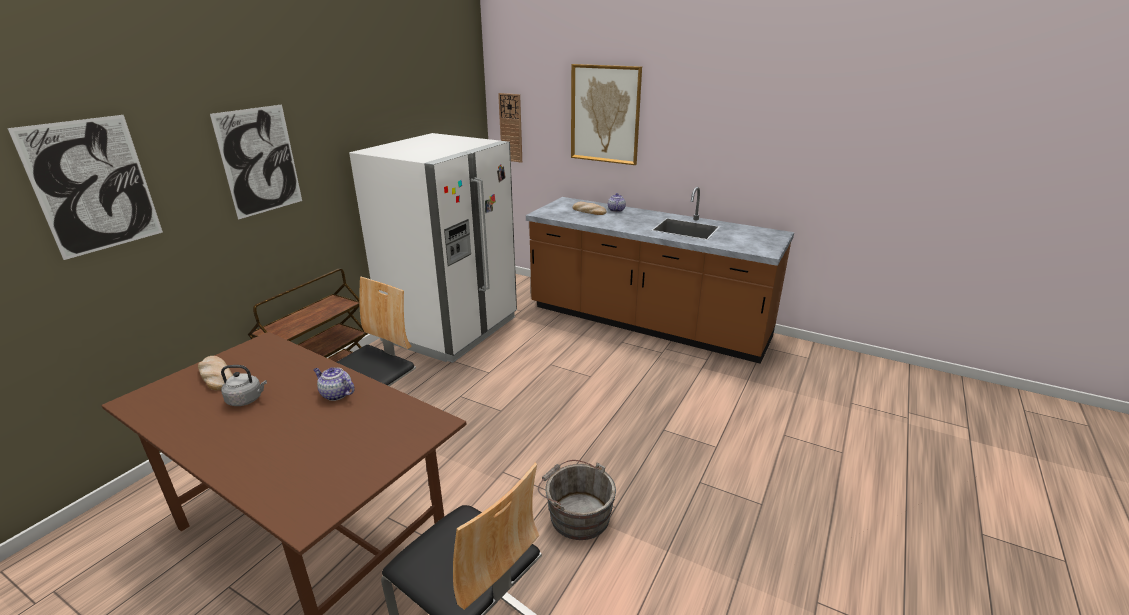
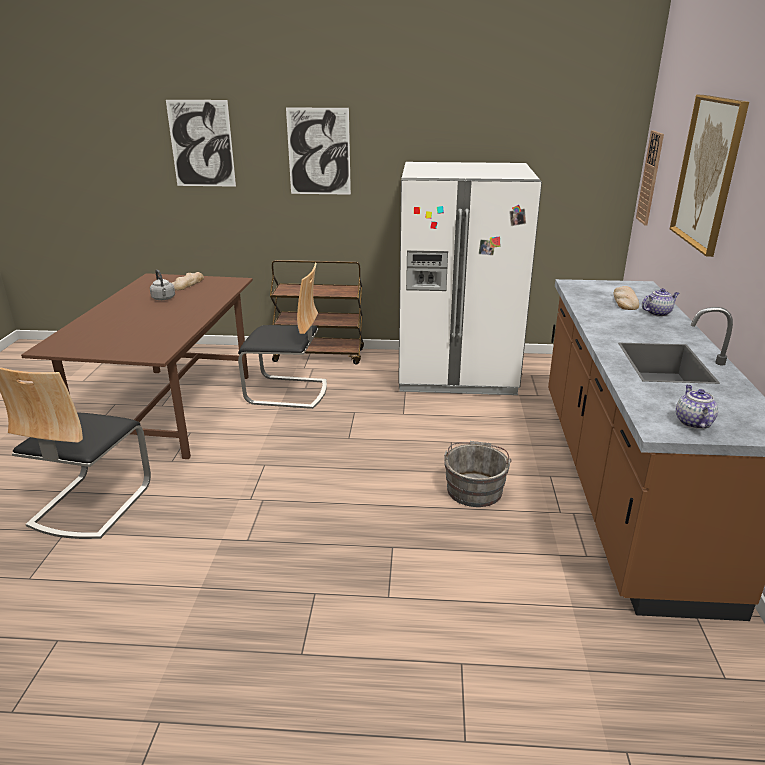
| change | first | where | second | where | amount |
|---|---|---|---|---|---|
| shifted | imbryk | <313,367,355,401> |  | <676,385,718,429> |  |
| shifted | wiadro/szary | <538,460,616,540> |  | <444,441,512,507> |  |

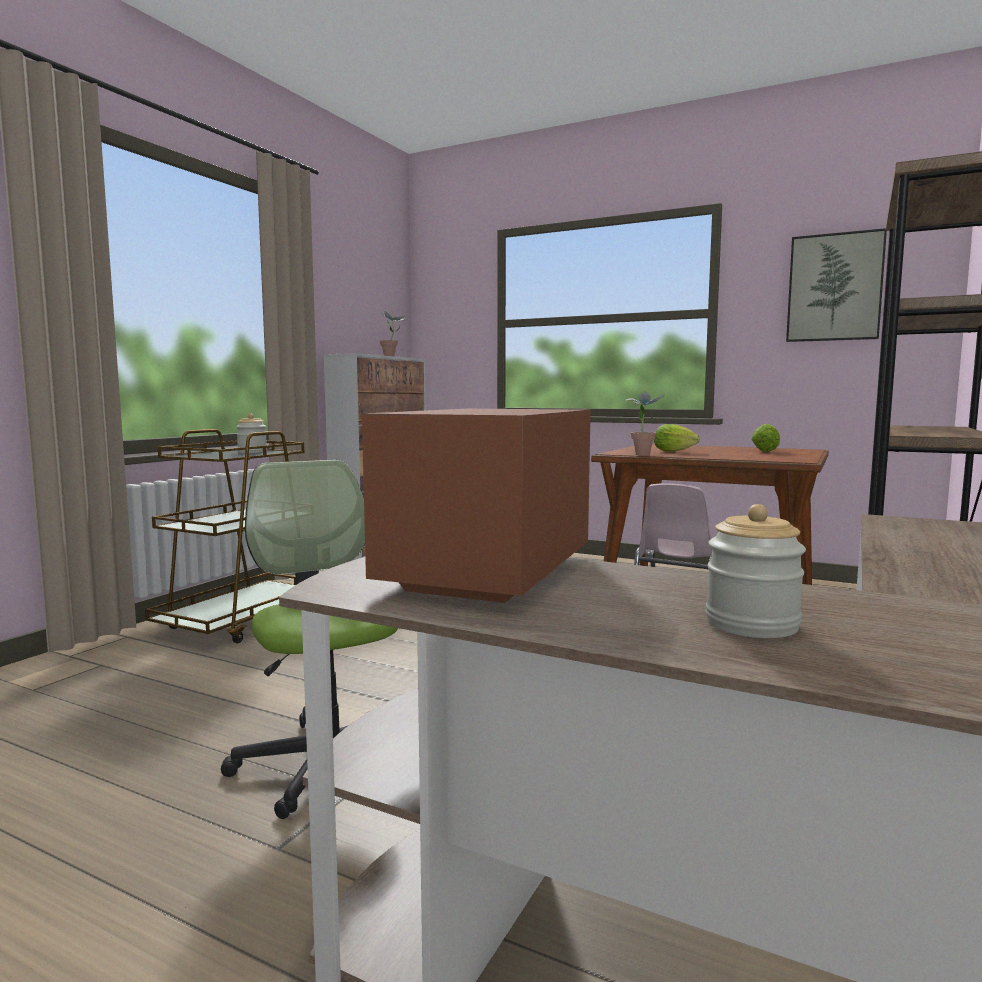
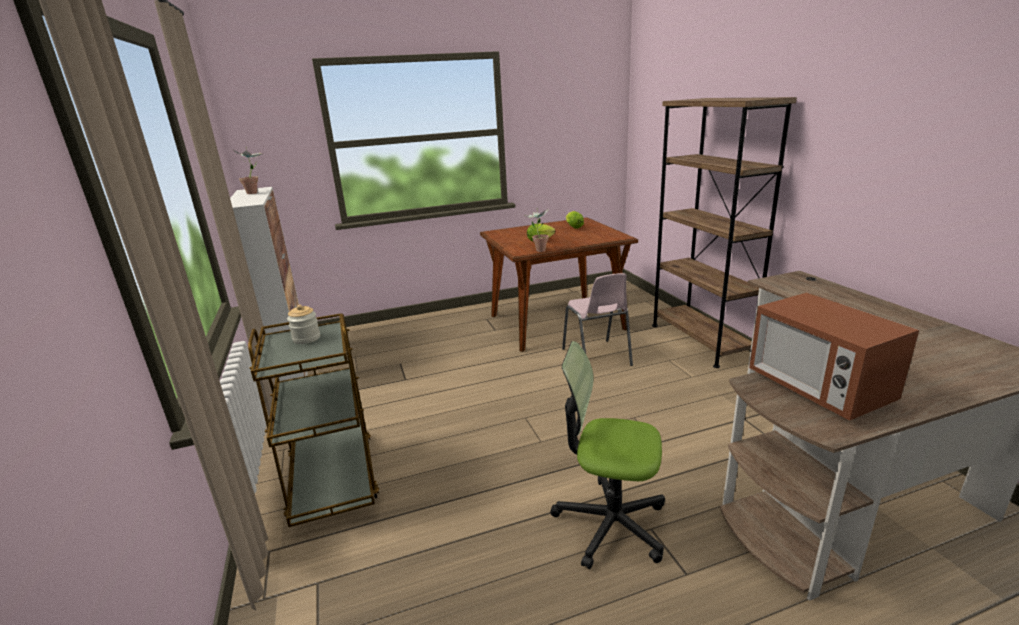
| change | first | where | second | where | amount |
|---|---|---|---|---|---|
| gone | słoik | <706,504,806,638> |  |  |  |
| gone | obraz | <786,228,887,342> |  |  |  |

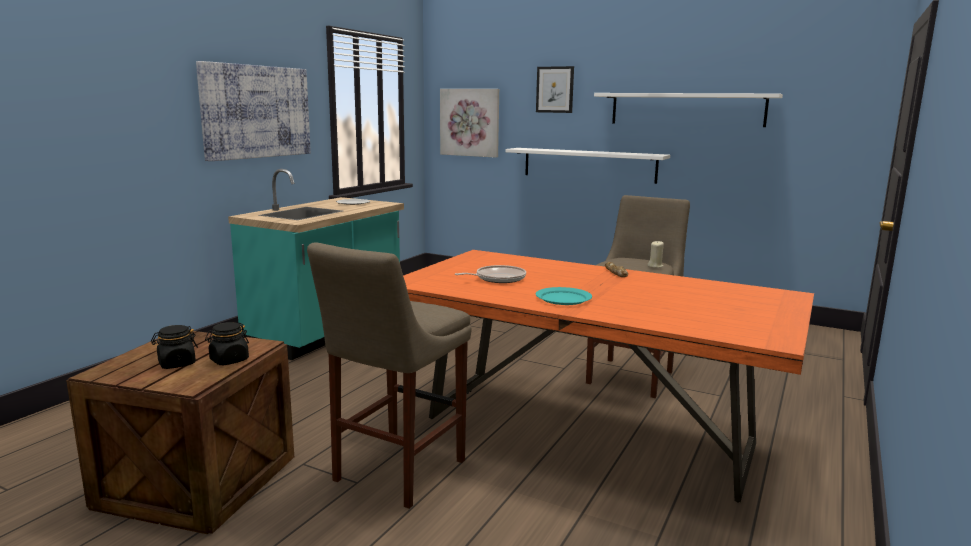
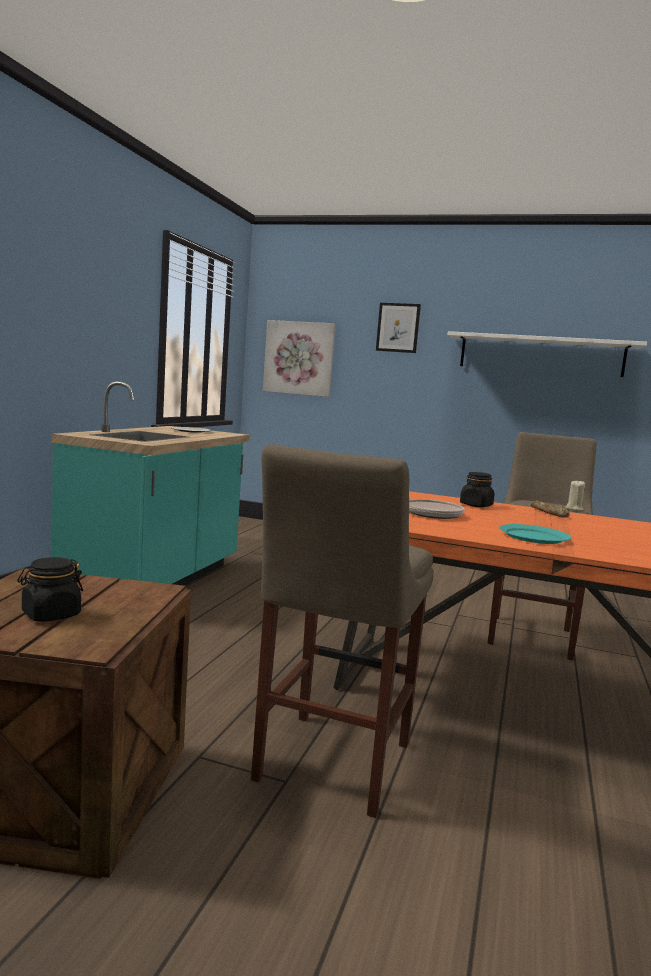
| change | first | where | second | where | amount |
|---|---|---|---|---|---|
| gone | obraz | <196,61,311,161> |  |  |  |
| gone | półka/biały | <505,148,670,184> |  |  |  |
| shifted | słoik/czarny | <205,322,249,365> |  | <460,472,494,507> |  |

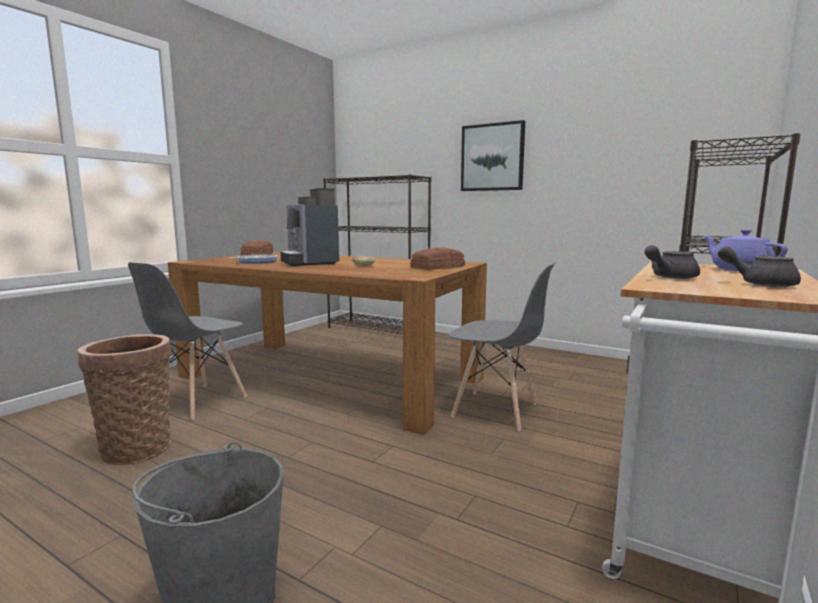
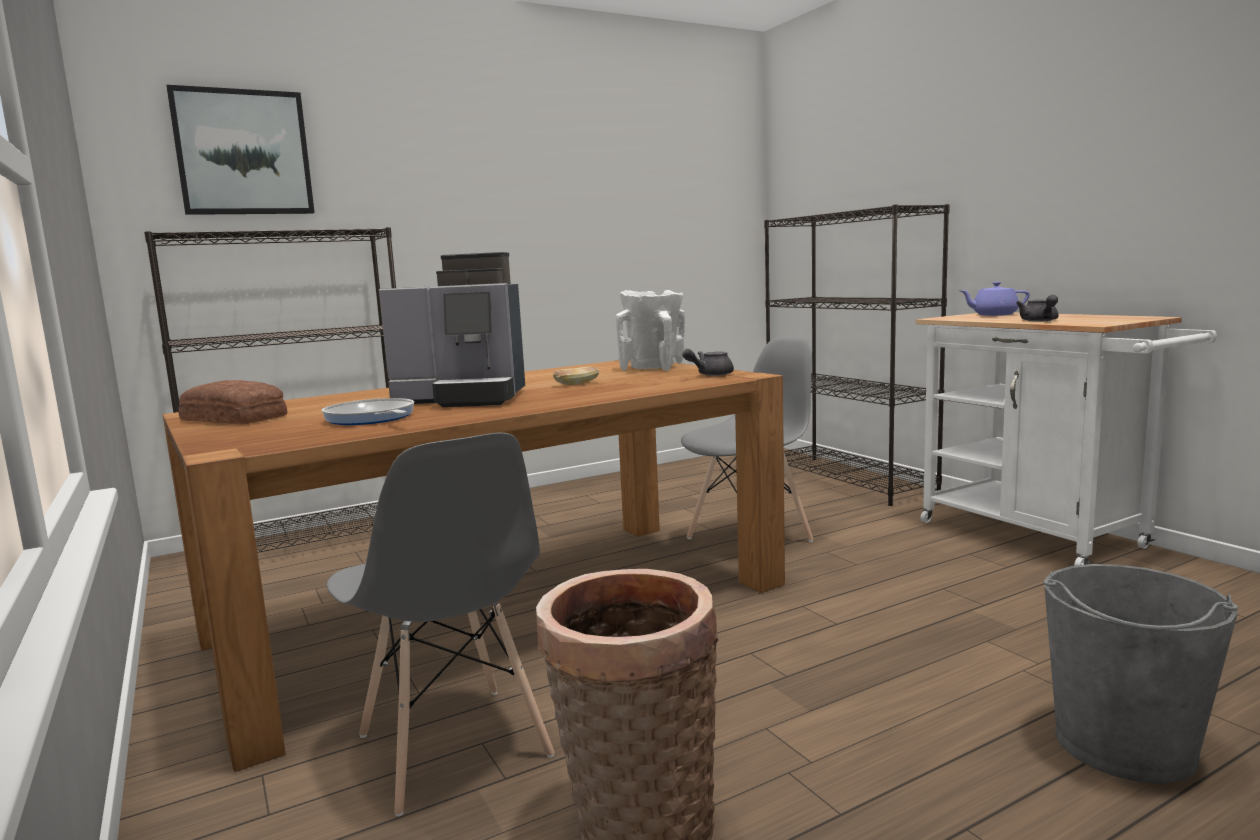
| change | first | where | second | where | amount |
|---|---|---|---|---|---|
| shifted | obraz | <461,120,525,191> |  | <167,85,315,215> |  |
| shifted | imbryk/szary | <718,246,801,287> |  | <682,349,734,376> |  |
| swapped | chleb | <410,247,465,270> | wazon/biały | <616,290,685,371> |  |

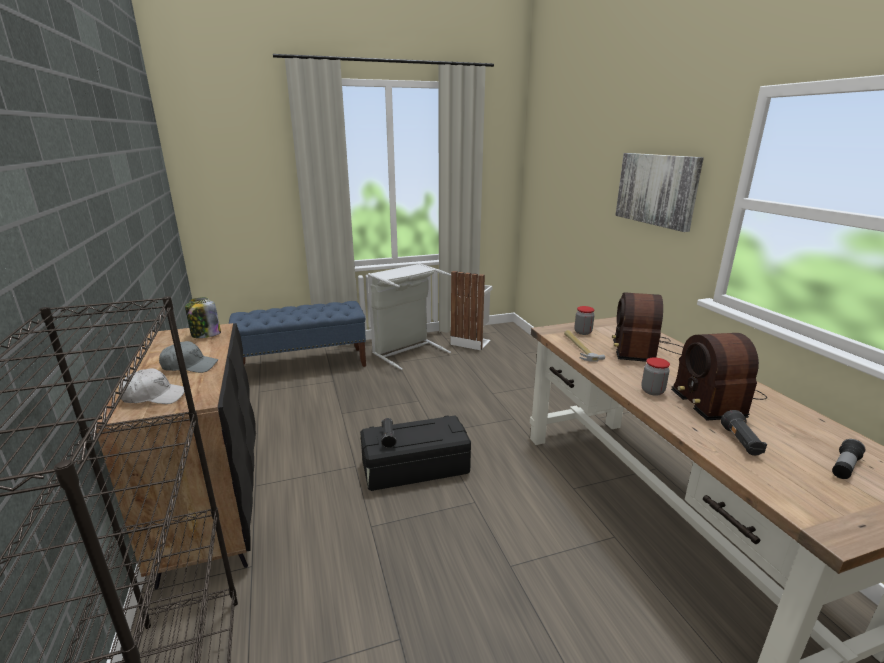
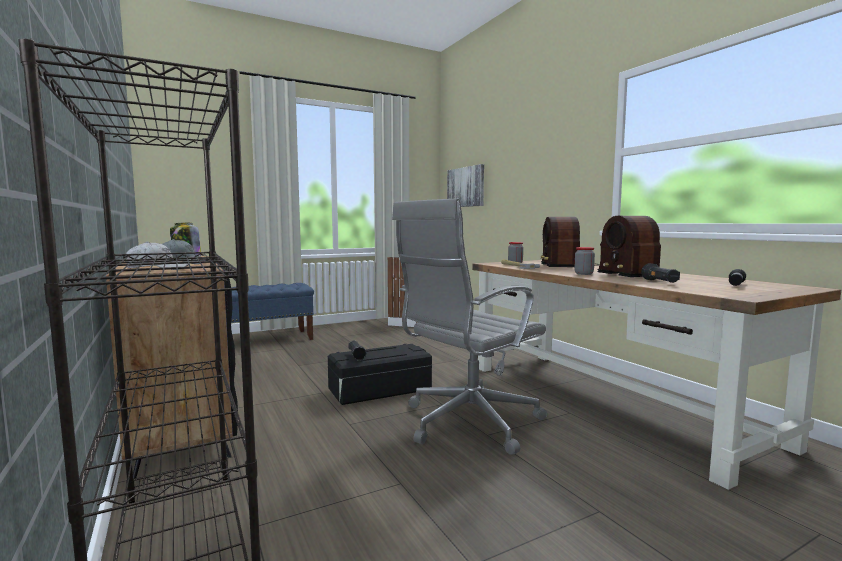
| change | first | where | second | where | amount |
|---|---|---|---|---|---|
| gone | kosz na pranie/szary | <368,263,451,370> |  |  |  |
| new |  |  | krzesło biurowe/szary | <392,198,547,455> |  |
| shifted | obraz | <615,153,704,232> |  | <447,164,484,207> |  |

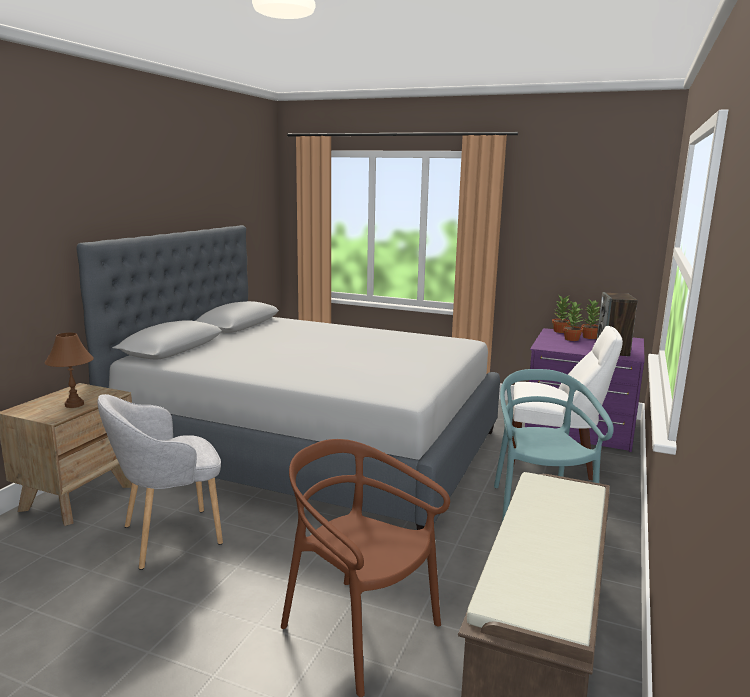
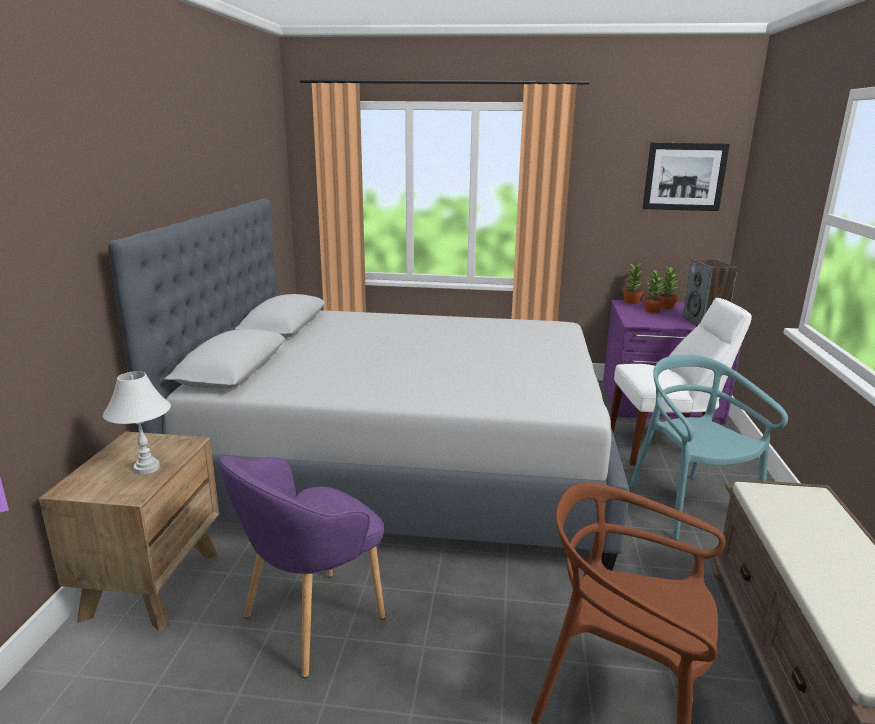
| change | first | where | second | where | amount |
|---|---|---|---|---|---|
| new |  |  | obraz | <643,143,730,211> |  |
| repainted | lampa stołowa/brązowy | <44,333,94,408> | lampa stołowa/biały | <103,371,171,475> |  |
| repainted | fotel/szary | <97,394,223,570> | fotel/fioletowy | <219,456,385,678> |  |

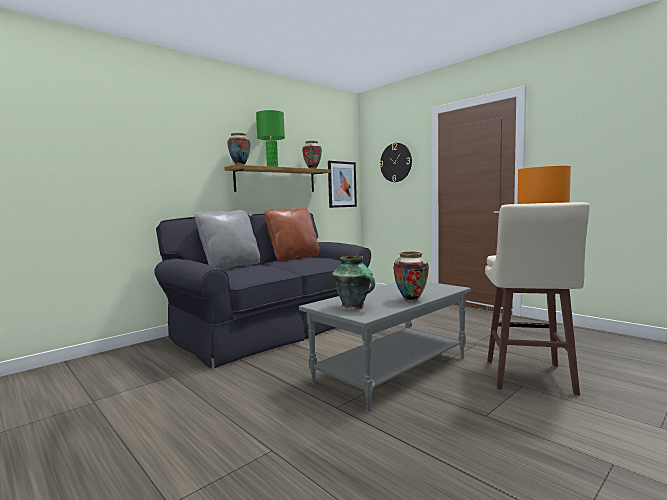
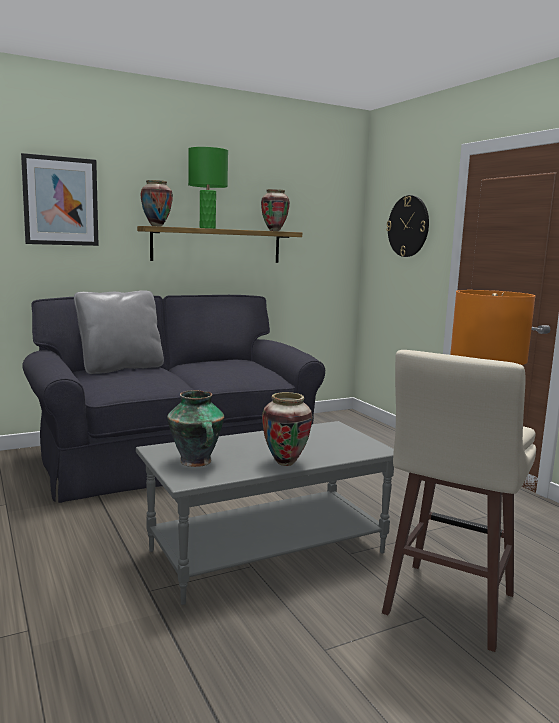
| change | first | where | second | where | amount |
|---|---|---|---|---|---|
| gone | poduszka/brązowy | <264,208,319,261> |  |  |  |
| shifted | obraz | <328,161,357,208> |  | <21,153,99,246> |  |

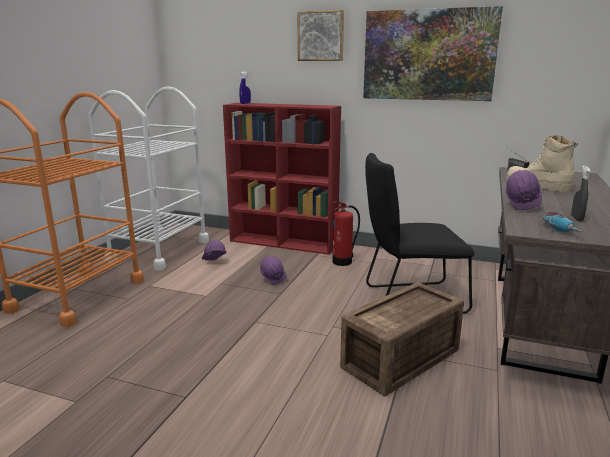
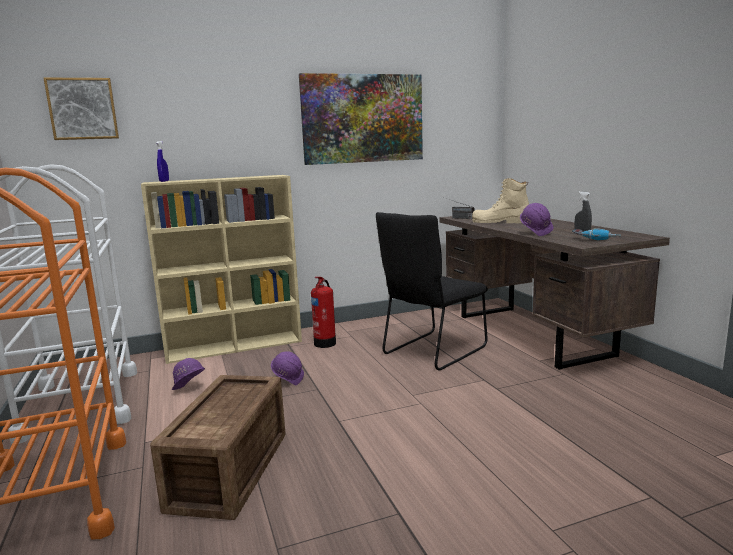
| change | first | where | second | where | amount |
|---|---|---|---|---|---|
| shifted | obraz | <298,10,344,61> |  | <44,78,119,140> |  |
| shifted | skrzynka | <340,282,464,396> |  | <150,375,286,520> |  |
| repainted | regał/czerwony | <223,103,341,255> | regał/beżowy | <141,175,302,364> |  |

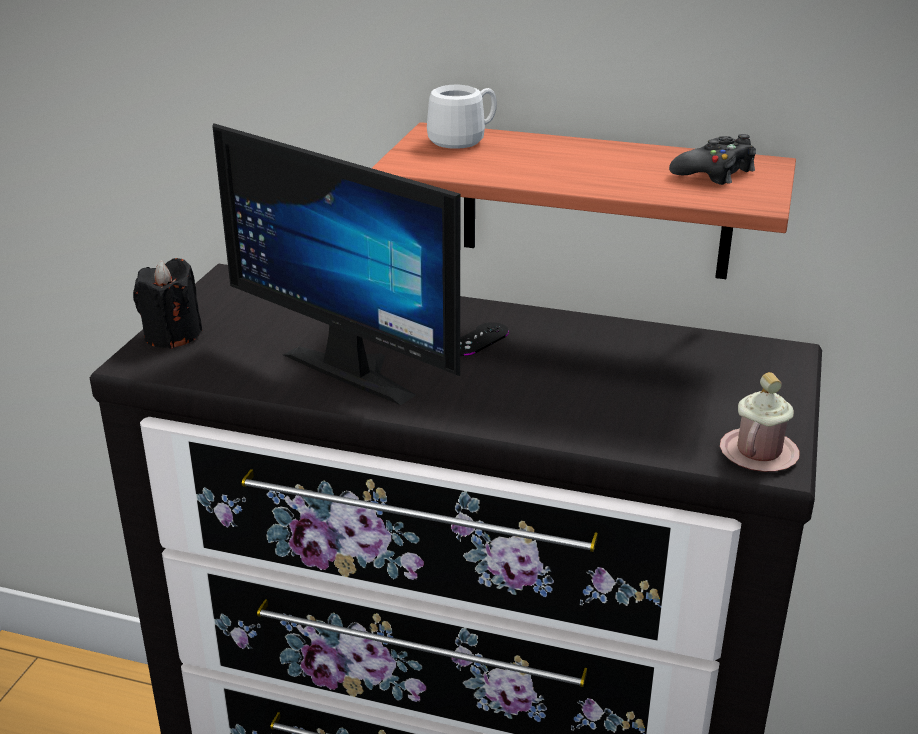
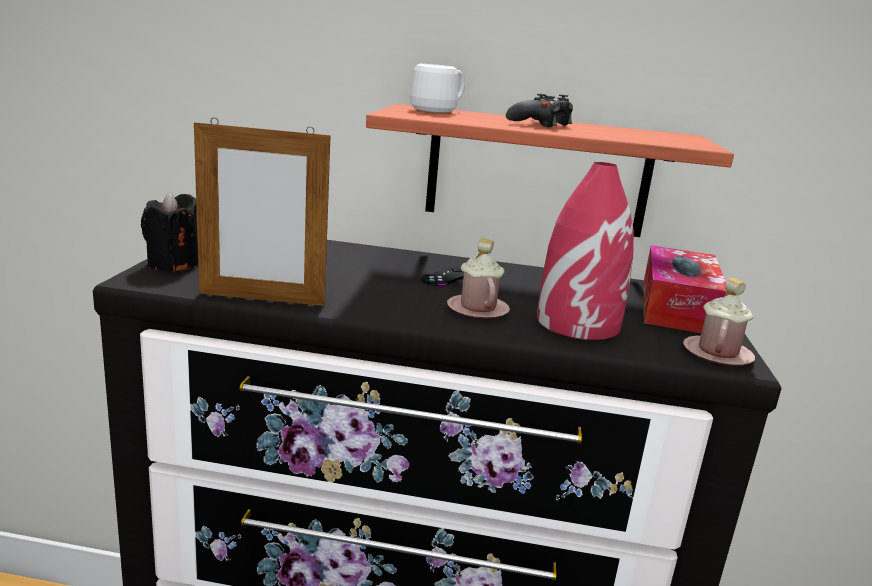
| change | first | where | second | where | amount |
|---|---|---|---|---|---|
| gone | monitor | <212,123,460,405> |  |  |  |
| new |  |  | ramka na zdjęcie | <194,118,331,306> |  |
| new |  |  | kubek/różowy | <447,238,510,318> |  |
| new |  |  | wazon/czerwony | <537,162,634,340> |  |
| new |  |  | pudełko chusteczek | <643,245,727,333> |  |
| shifted | pad do gier/czarny | <669,134,756,185> |  | <506,94,573,128> |  |

